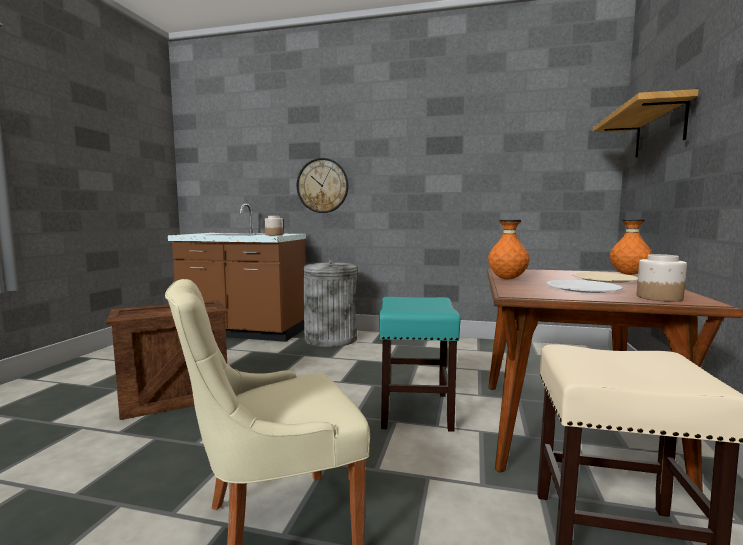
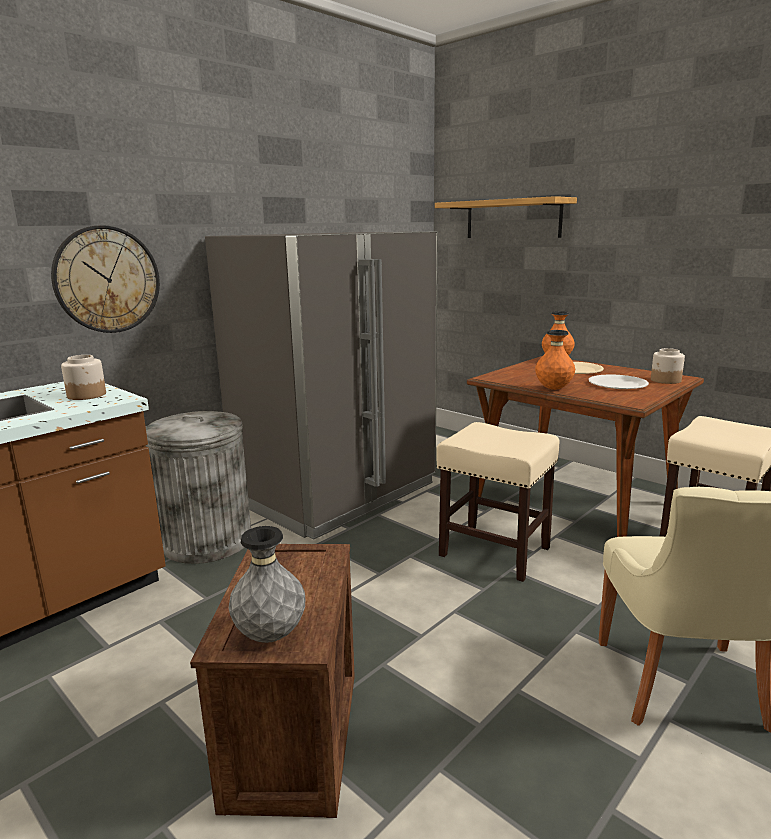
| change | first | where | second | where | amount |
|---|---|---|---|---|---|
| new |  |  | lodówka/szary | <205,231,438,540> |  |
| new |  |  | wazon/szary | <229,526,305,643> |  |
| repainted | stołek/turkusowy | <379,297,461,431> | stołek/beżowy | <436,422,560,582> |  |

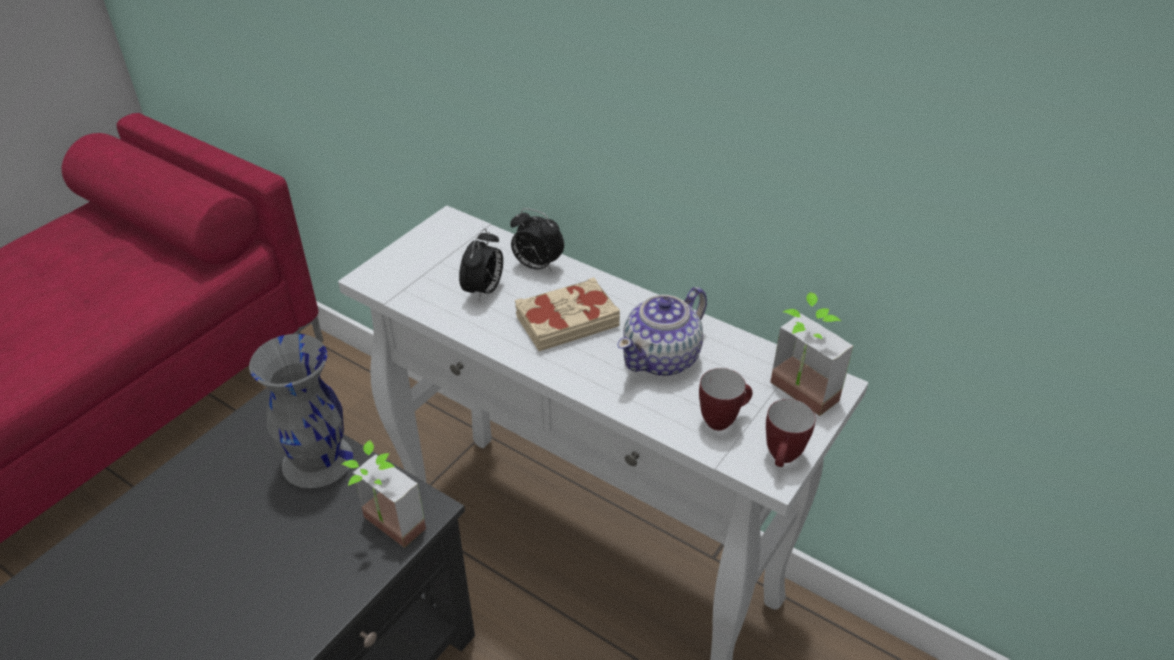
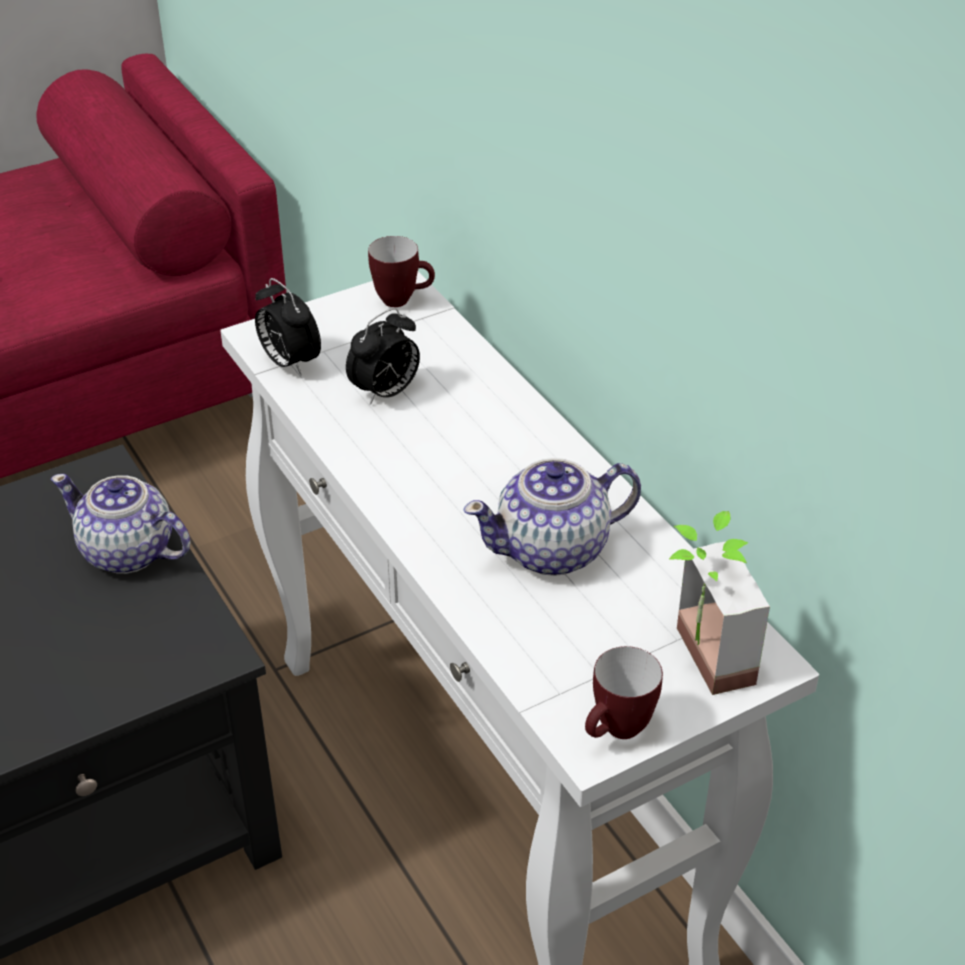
| change | first | where | second | where | amount |
|---|---|---|---|---|---|
| gone | roślina doniczkowa | <342,440,426,548> |  |  |  |
| gone | książka/beżowy | <515,277,620,351> |  |  |  |
| shifted | budzik | <510,208,564,272> |  | <255,278,321,376> |  |
| shifted | kubek | <699,368,753,431> |  | <368,236,435,307> |  |
| swapped | wazon/szary | <249,334,353,488> | imbryk | <51,474,190,574> |  |

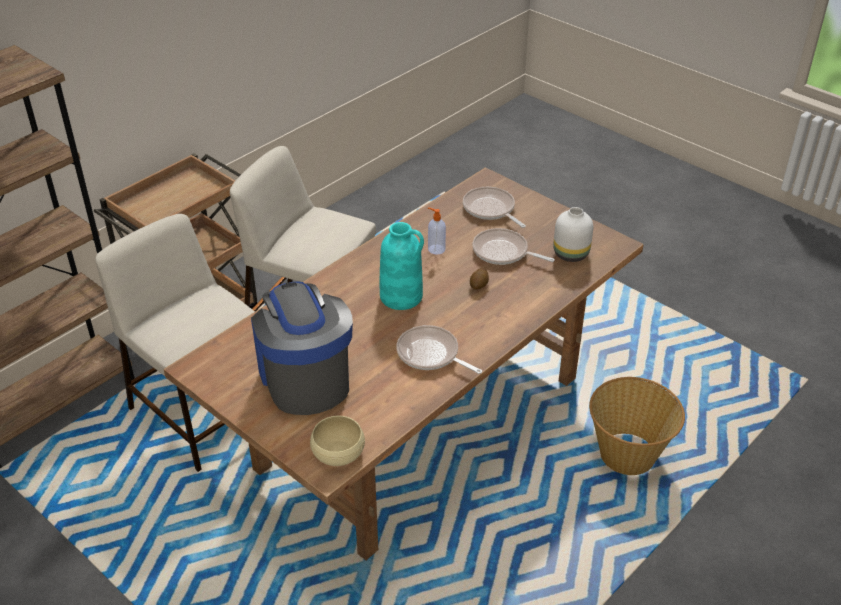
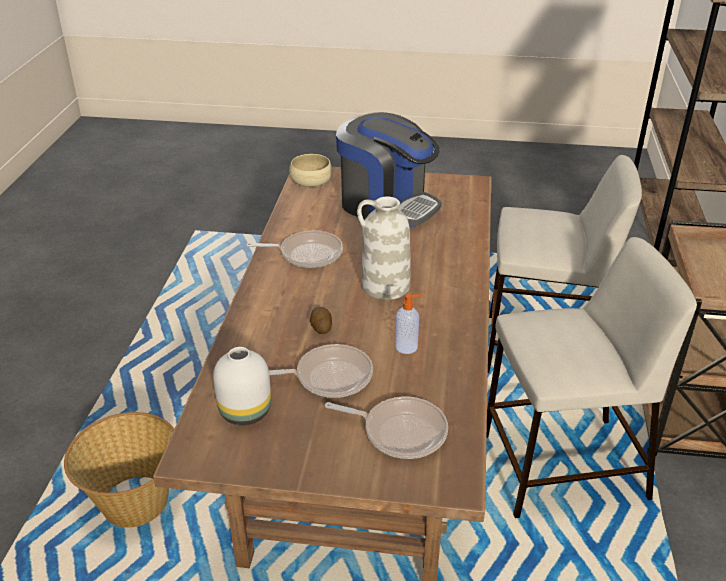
| change | first | where | second | where | amount |
|---|---|---|---|---|---|
| repainted | wazon/turkusowy | <380,222,424,310> | wazon/biały | <357,197,411,300> |  |

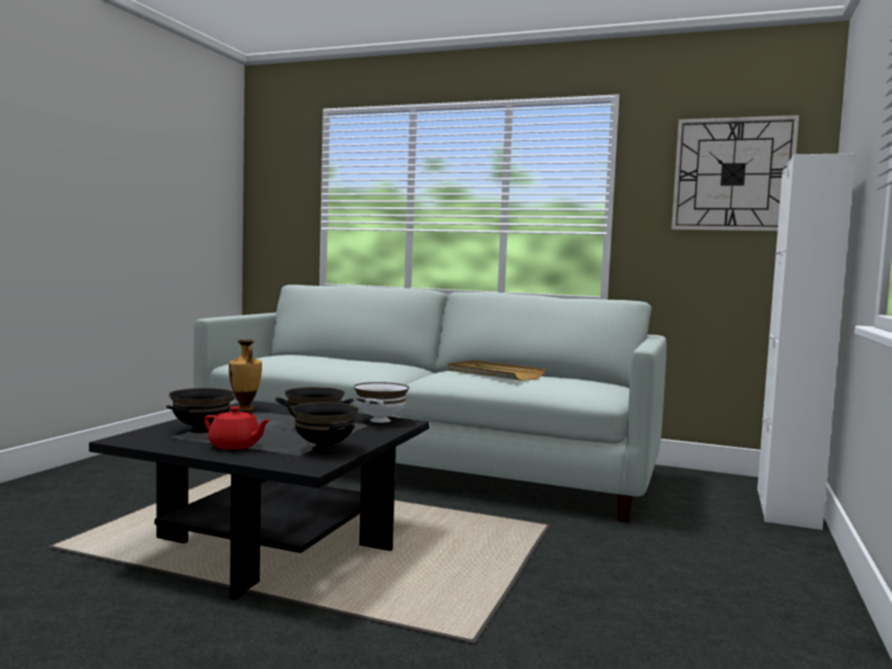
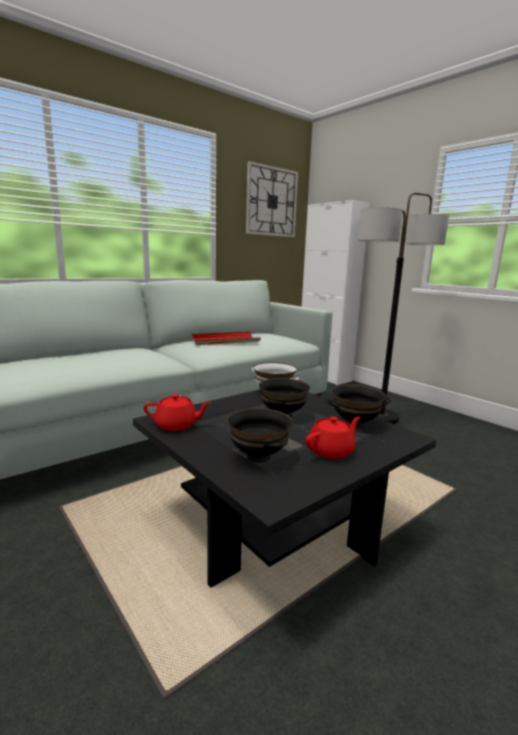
| change | first | where | second | where | amount |
|---|---|---|---|---|---|
| new |  |  | lampa stojąca | <358,192,449,424> |  |
| swapped | wazon | <229,339,262,410> | imbryk/czerwony | <144,394,212,431> |  |
| repainted | taca/beżowy | <447,360,546,381> | taca/czerwony | <191,331,261,345> |  |

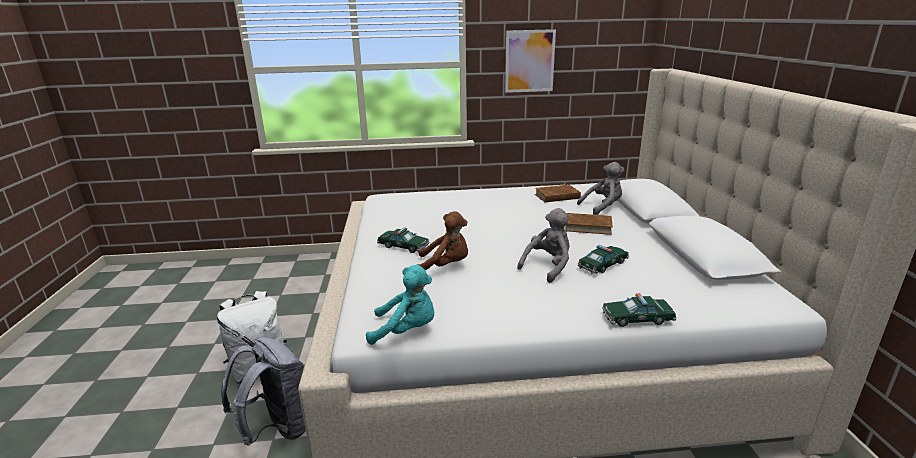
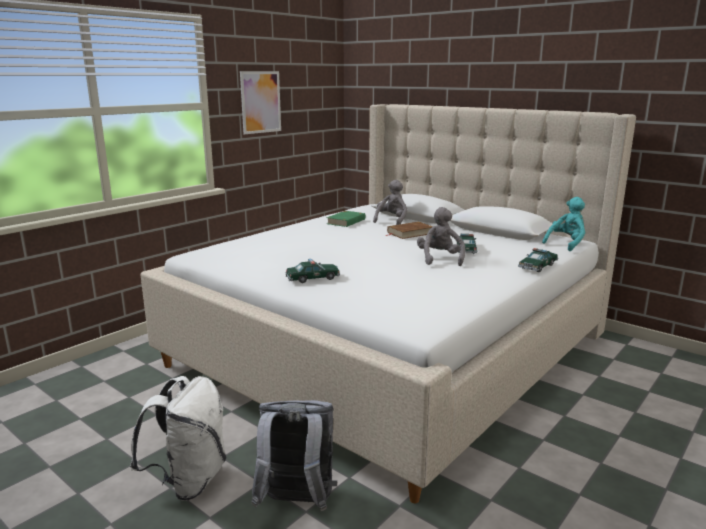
| change | first | where | second | where | amount |
|---|---|---|---|---|---|
| gone | pluszak/brązowy | <418,211,468,270> |  |  |  |
| shifted | pluszak/turkusowy | <366,265,434,345> |  | <542,197,585,251> |  |
| repainted | książka/brązowy | <535,185,581,202> | książka/zielony | <327,211,365,227> |  |

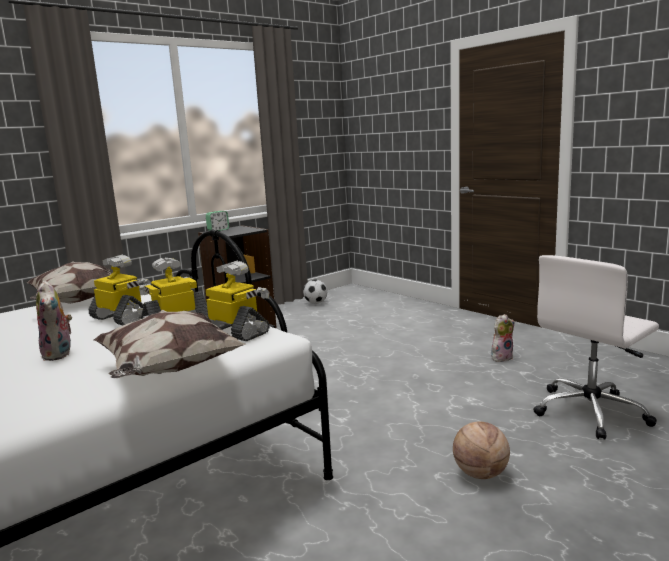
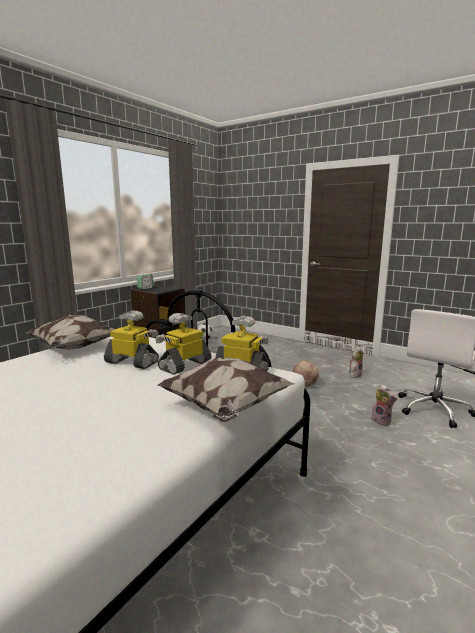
| change | first | where | second | where | amount |
|---|---|---|---|---|---|
| shifted | pluszak | <36,280,72,361> |  | <371,384,397,426> |  |
| shifted | piłka do koszykówki | <453,422,510,479> |  | <293,360,319,387> |  |

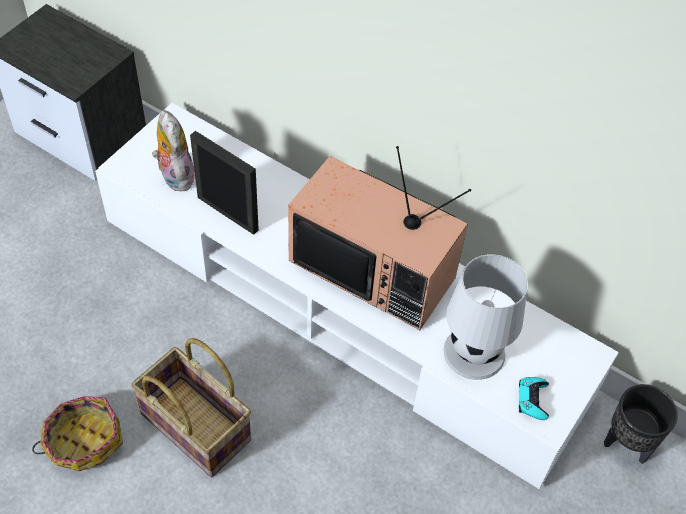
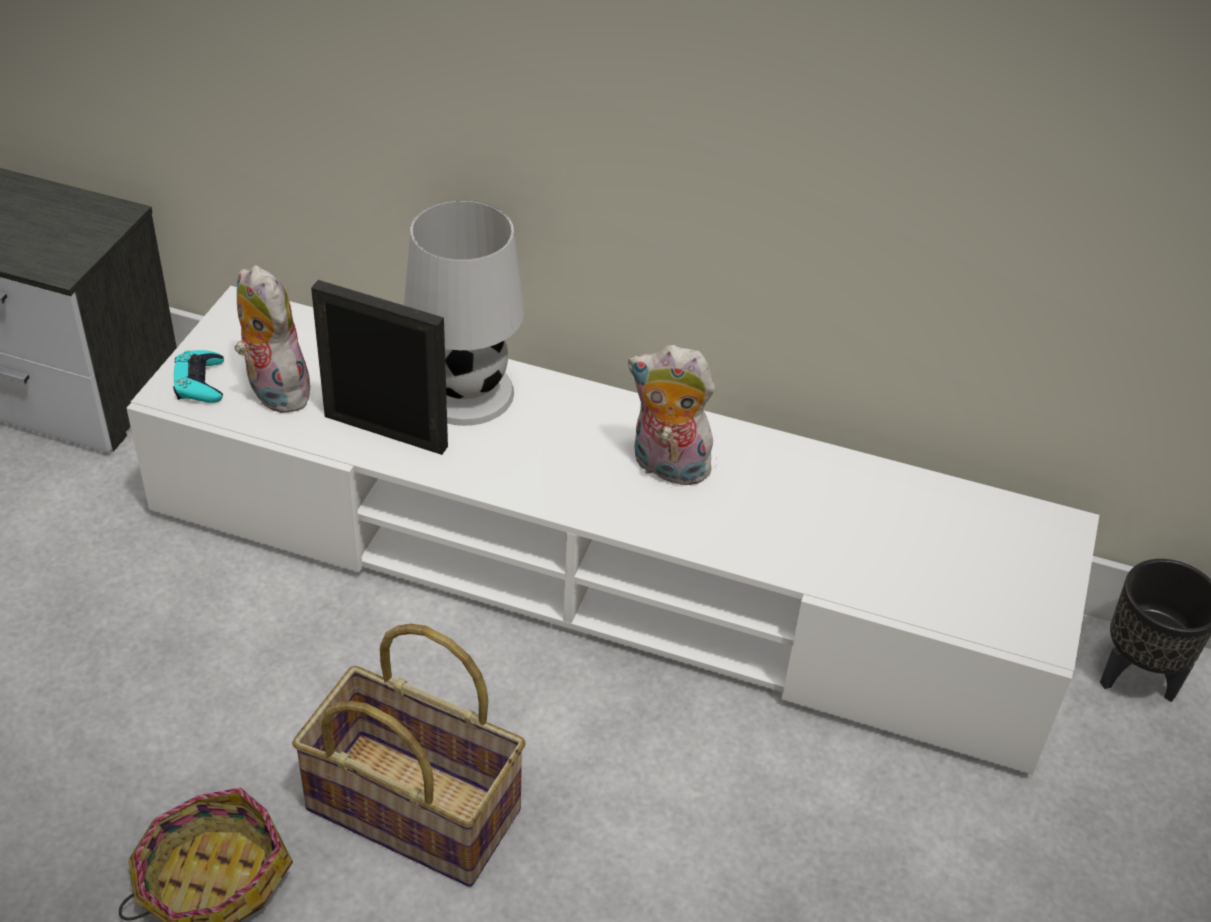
| change | first | where | second | where | amount |
|---|---|---|---|---|---|
| shifted | lampa stołowa/biały | <444,254,528,380> |  | <404,200,524,426> |  |
| shifted | pad do gier/turkusowy | <519,377,549,420> |  | <173,350,224,403> |  |
| swapped | telewizor | <288,146,471,330> | pluszak | <628,345,720,485> |  |

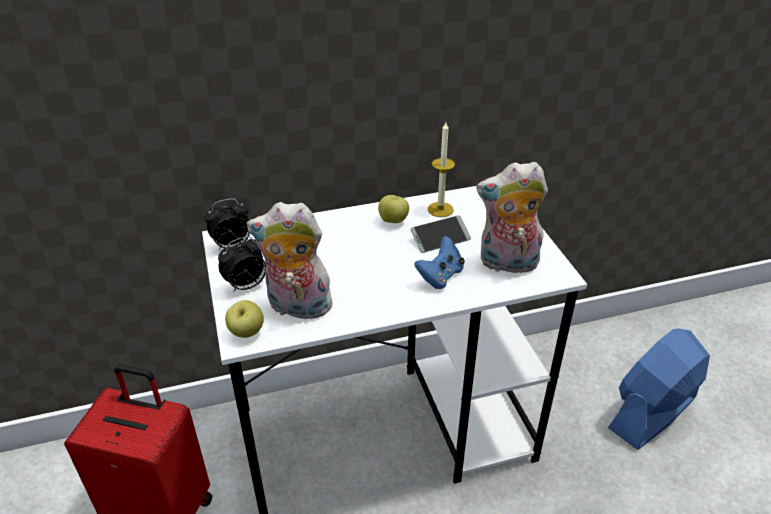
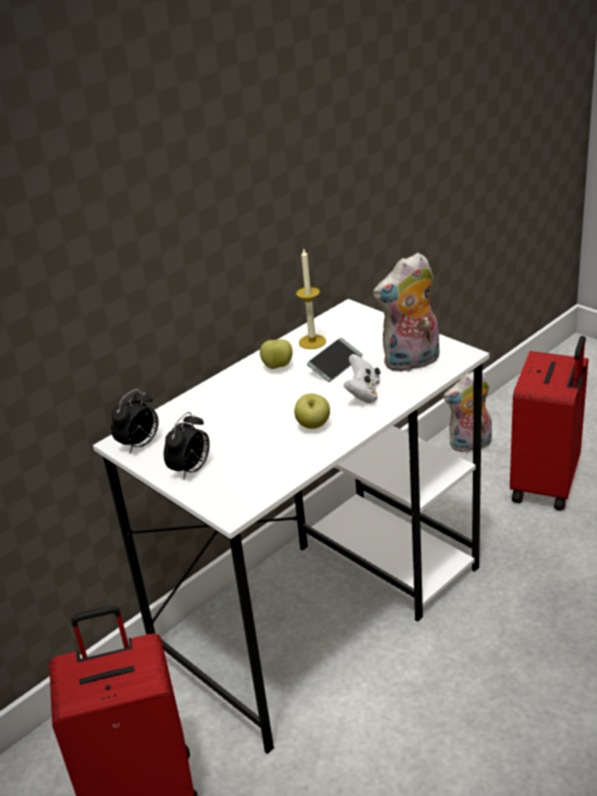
| change | first | where | second | where | amount |
|---|---|---|---|---|---|
| shifted | jabłko | <225,300,264,338> |  | <294,393,330,429> |  |
| shifted | pluszak | <247,202,335,319> |  | <443,372,492,453> |  |
| swapped | wentylator/niebieski | <608,328,710,450> | walizka/czerwony | <510,336,589,511> |  |
| repainted | pad do gier/niebieski | <415,236,465,289> | pad do gier/biały | <344,354,380,404> |  |

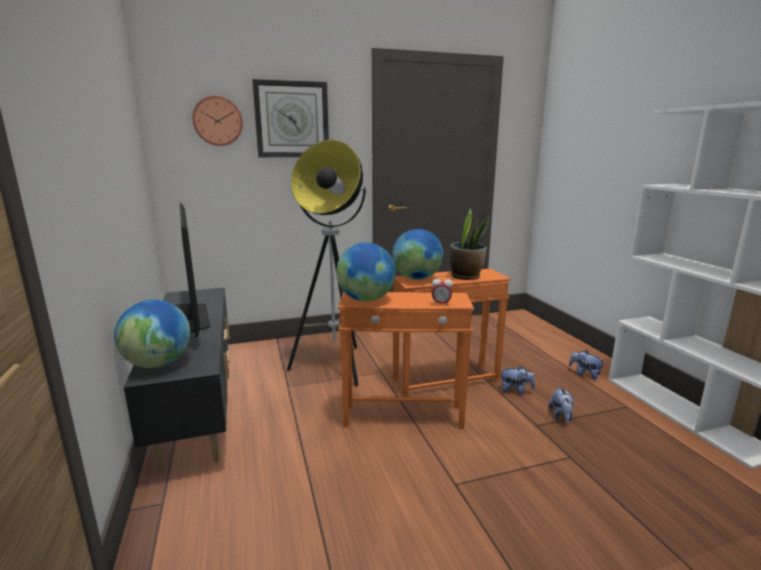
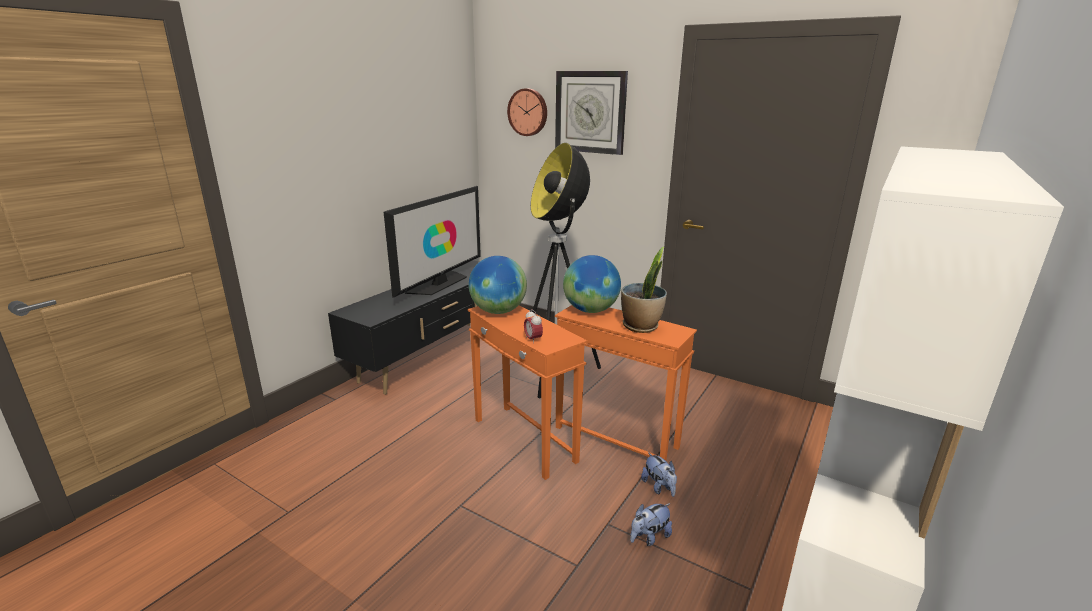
| change | first | where | second | where | amount |
|---|---|---|---|---|---|
| gone | globus | <114,300,190,368> |  |  |  |
| gone | pluszak | <569,350,604,380> |  |  |  |

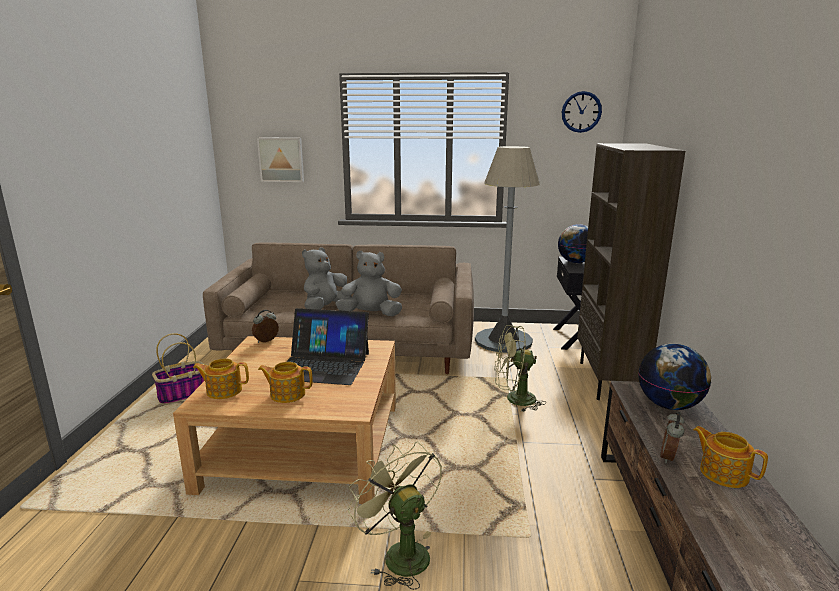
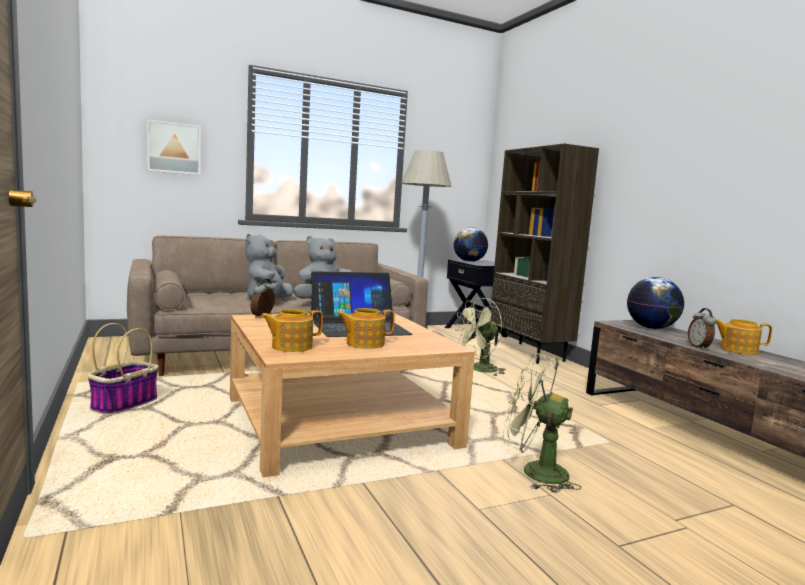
| change | first | where | second | where | amount |
|---|---|---|---|---|---|
| gone | zegar ścienny | <562,91,602,133> |  |  |  |

